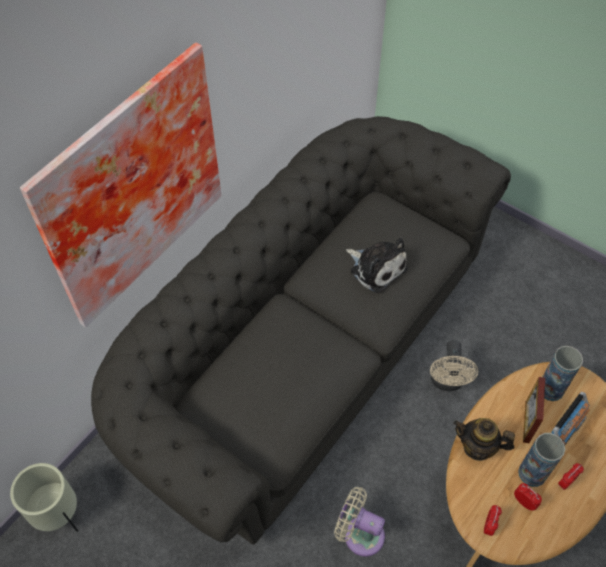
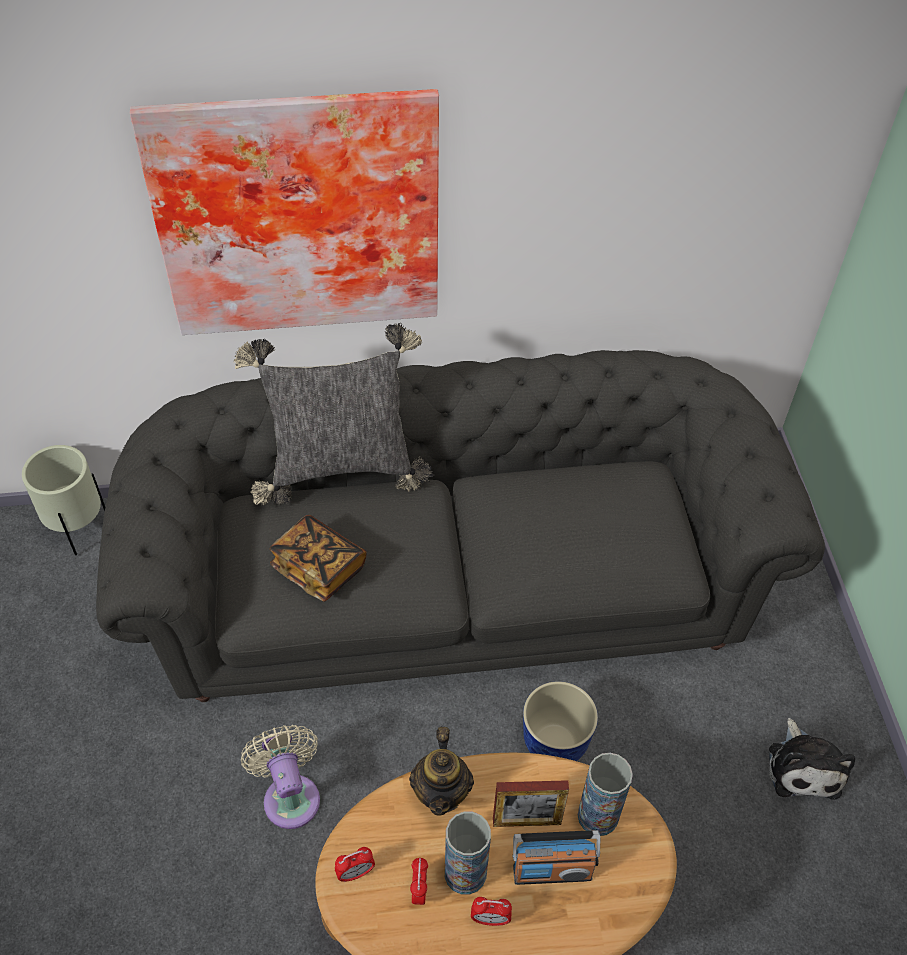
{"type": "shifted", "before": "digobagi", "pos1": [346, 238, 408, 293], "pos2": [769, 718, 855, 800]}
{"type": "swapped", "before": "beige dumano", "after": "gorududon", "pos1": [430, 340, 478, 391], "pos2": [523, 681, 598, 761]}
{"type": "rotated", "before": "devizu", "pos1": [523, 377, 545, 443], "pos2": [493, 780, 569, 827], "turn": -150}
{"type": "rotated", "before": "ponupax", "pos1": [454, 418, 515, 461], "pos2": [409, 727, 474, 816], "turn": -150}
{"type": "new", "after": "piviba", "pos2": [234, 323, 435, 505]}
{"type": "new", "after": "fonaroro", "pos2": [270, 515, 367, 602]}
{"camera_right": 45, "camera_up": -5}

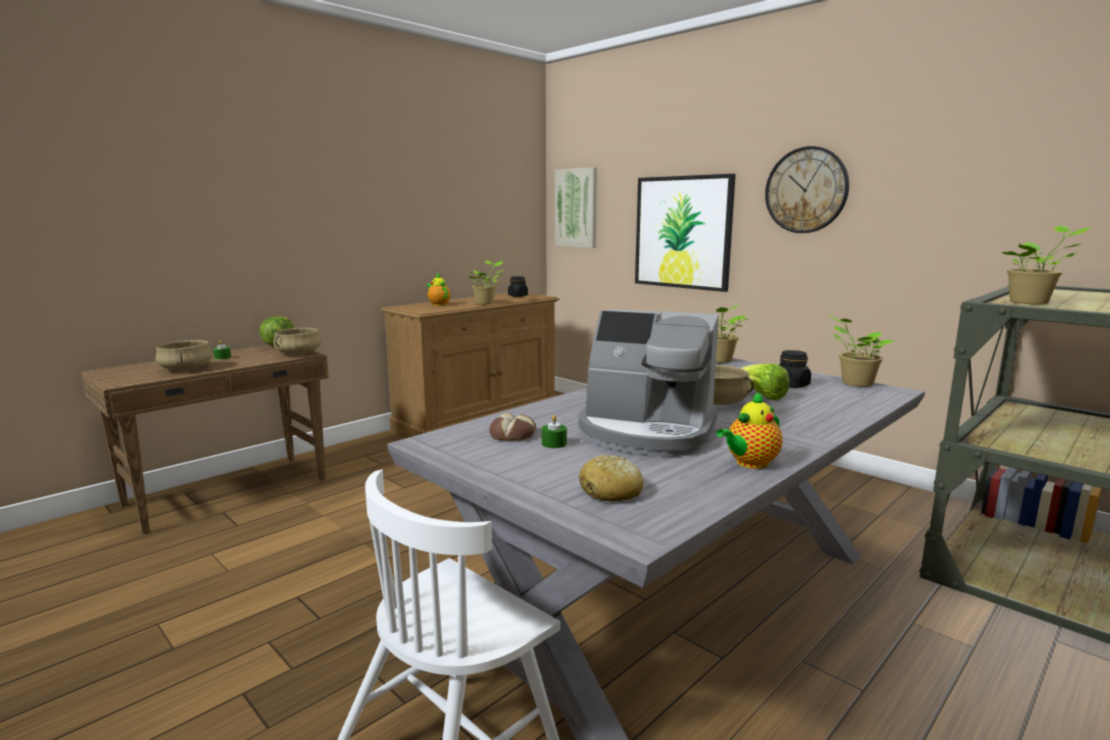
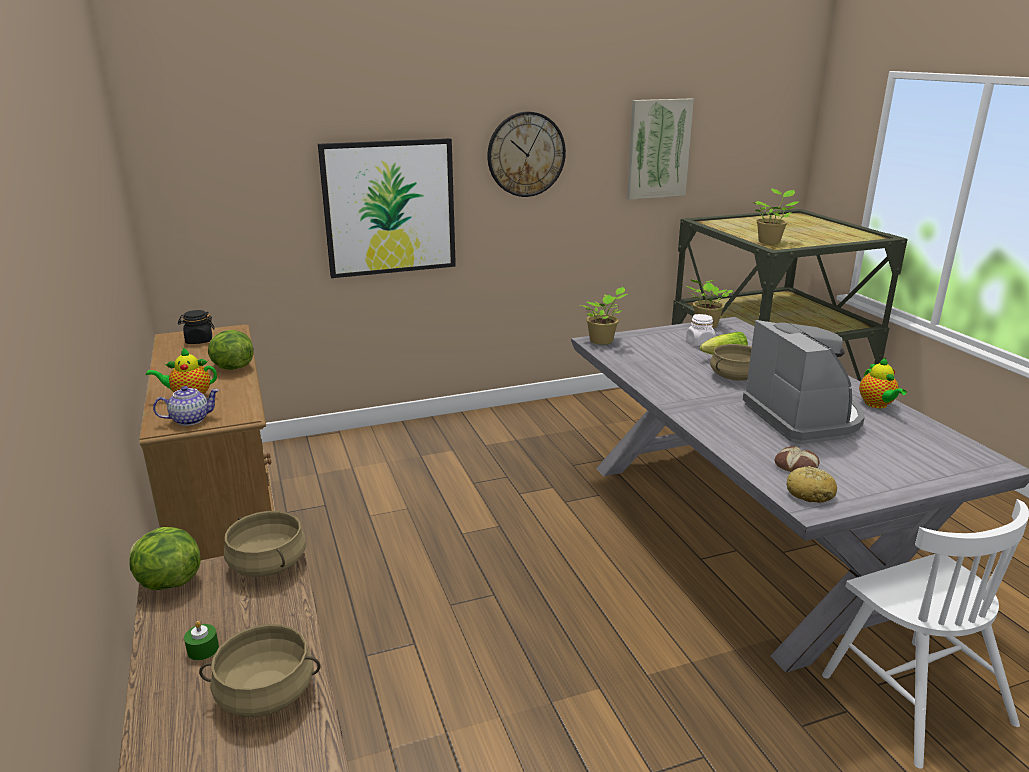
{"type": "shifted", "before": "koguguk", "pos1": [555, 167, 597, 248], "pos2": [627, 99, 694, 200]}
{"type": "swapped", "before": "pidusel", "after": "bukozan", "pos1": [469, 260, 504, 305], "pos2": [208, 330, 253, 370]}
{"type": "rotated", "before": "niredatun", "pos1": [579, 309, 719, 456], "pos2": [743, 320, 865, 444], "turn": -60}
{"type": "repainted", "before": "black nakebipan", "after": "white nakebipan", "pos1": [779, 350, 811, 388], "pos2": [686, 314, 716, 346]}
{"type": "gone", "before": "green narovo", "pos1": [542, 415, 567, 448]}
{"type": "shifted", "before": "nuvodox", "pos1": [579, 455, 643, 502], "pos2": [787, 466, 837, 503]}
{"type": "new", "after": "ponupax", "pos2": [153, 386, 219, 426]}
{"camera_right": -65, "camera_up": 10}

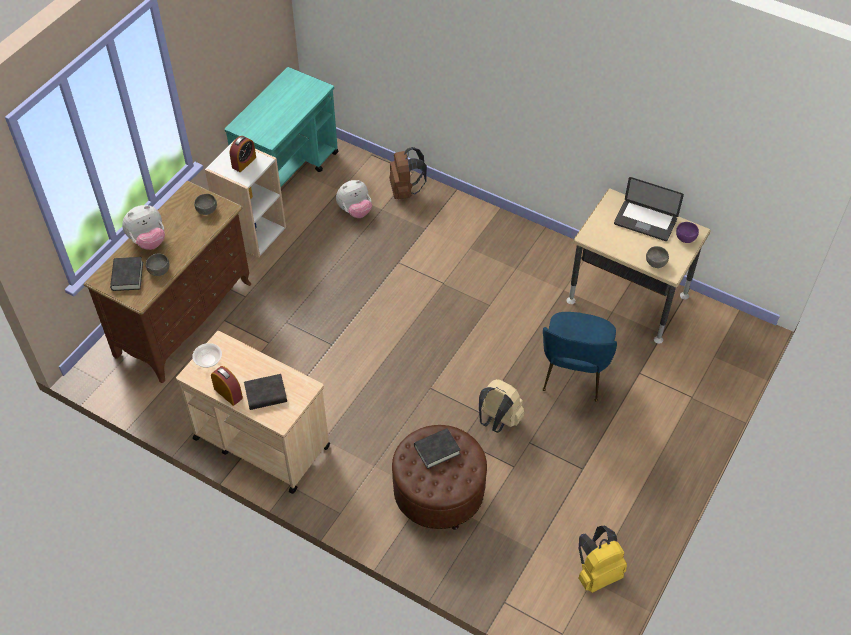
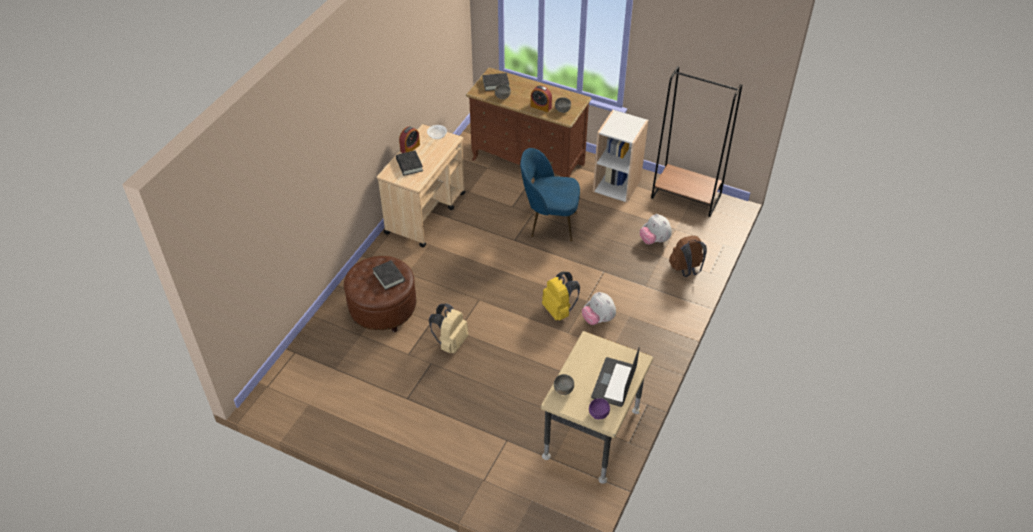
{"type": "swapped", "before": "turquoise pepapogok", "after": "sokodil", "pos1": [225, 67, 339, 187], "pos2": [651, 66, 742, 217]}
{"type": "shifted", "before": "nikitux", "pos1": [230, 136, 256, 172], "pos2": [531, 85, 552, 112]}
{"type": "shifted", "before": "digobagi", "pos1": [122, 205, 165, 250], "pos2": [582, 292, 616, 325]}
{"type": "shifted", "before": "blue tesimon", "pos1": [543, 312, 617, 401], "pos2": [520, 148, 580, 241]}
{"type": "shifted", "before": "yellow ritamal", "pos1": [578, 526, 627, 593], "pos2": [542, 272, 580, 321]}
{"camera_right": 85, "camera_up": -5}

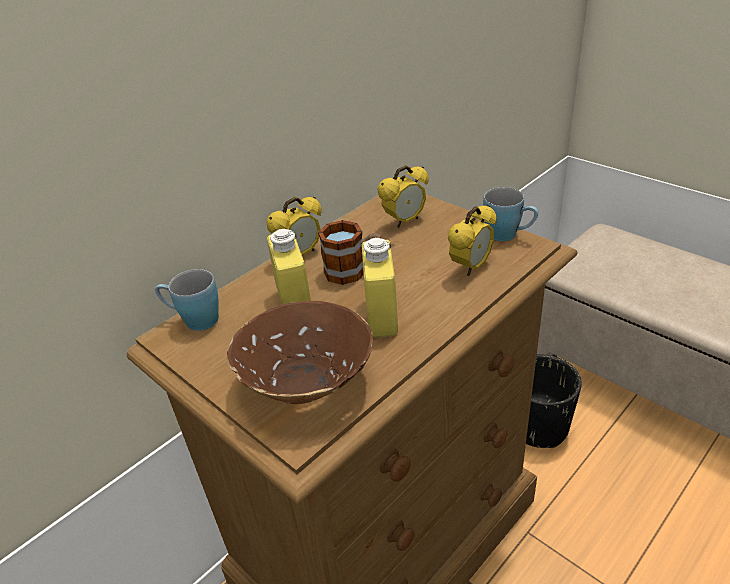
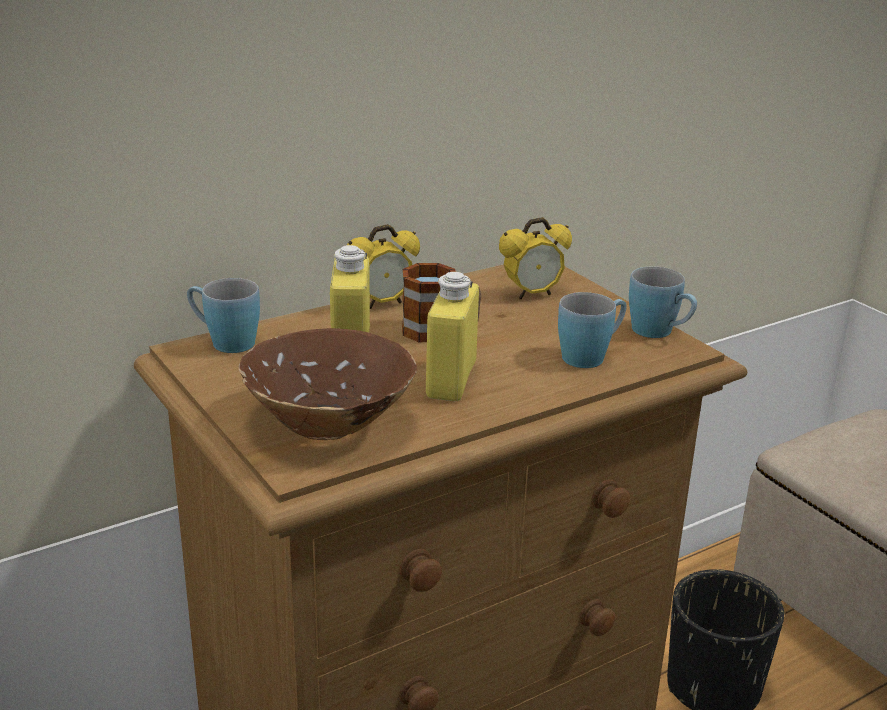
{"type": "swapped", "before": "nikitux", "after": "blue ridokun", "pos1": [448, 205, 497, 276], "pos2": [558, 292, 627, 368]}
{"camera_right": 10, "camera_up": -10}

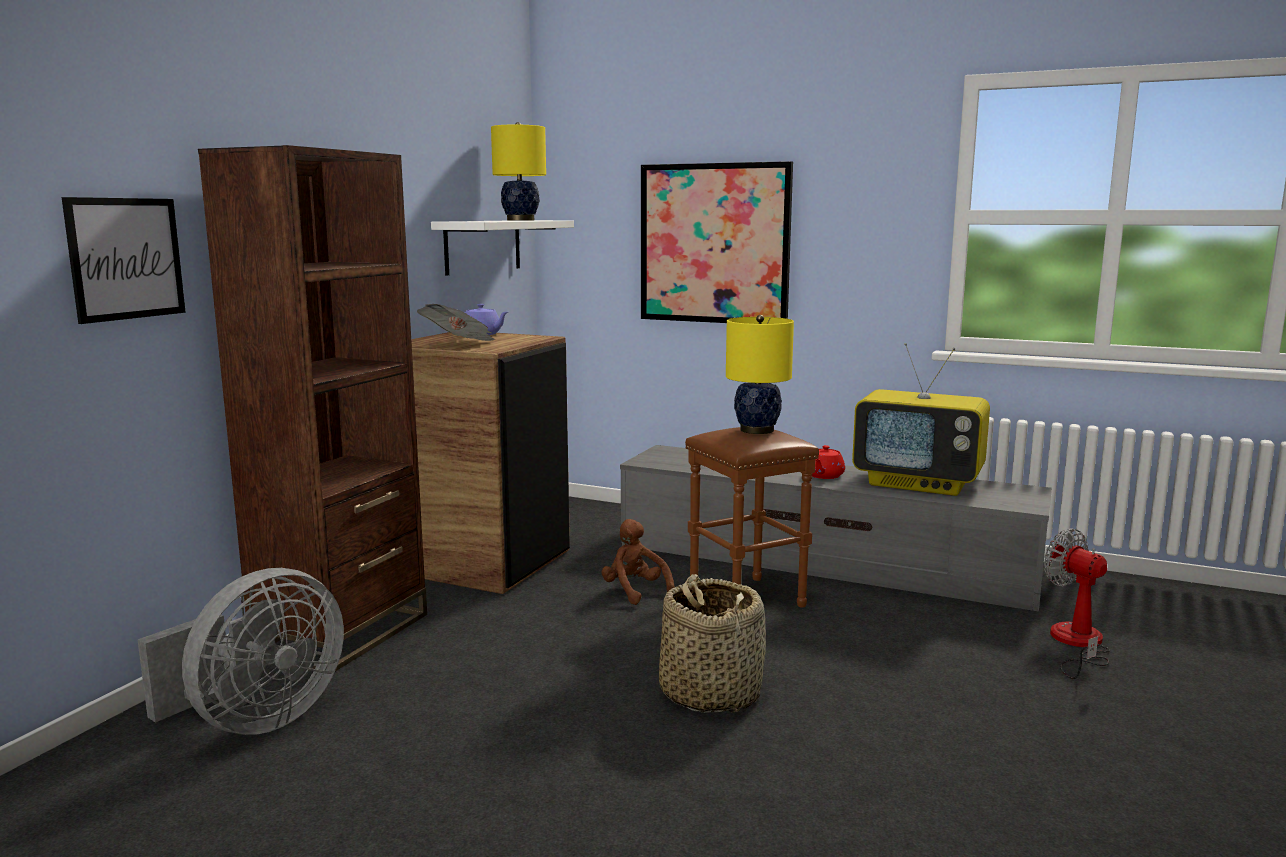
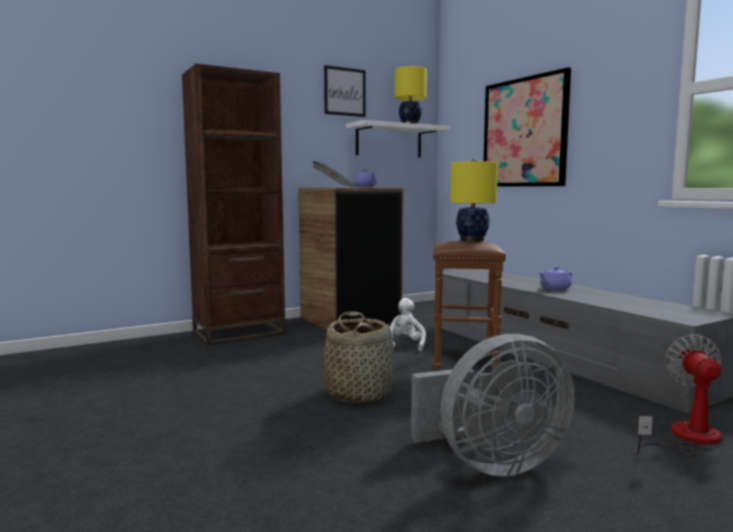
{"type": "shifted", "before": "koguguk", "pos1": [62, 197, 186, 324], "pos2": [324, 65, 366, 117]}
{"type": "gone", "before": "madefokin", "pos1": [852, 343, 990, 496]}
{"type": "repainted", "before": "red ponupax", "after": "purple ponupax", "pos1": [812, 445, 845, 479], "pos2": [539, 266, 572, 291]}
{"type": "repainted", "before": "brown digobagi", "after": "white digobagi", "pos1": [601, 519, 675, 605], "pos2": [390, 298, 426, 352]}
{"type": "shifted", "before": "grey dumano", "pos1": [138, 568, 344, 735], "pos2": [411, 334, 574, 477]}
{"camera_right": 35, "camera_up": -5}

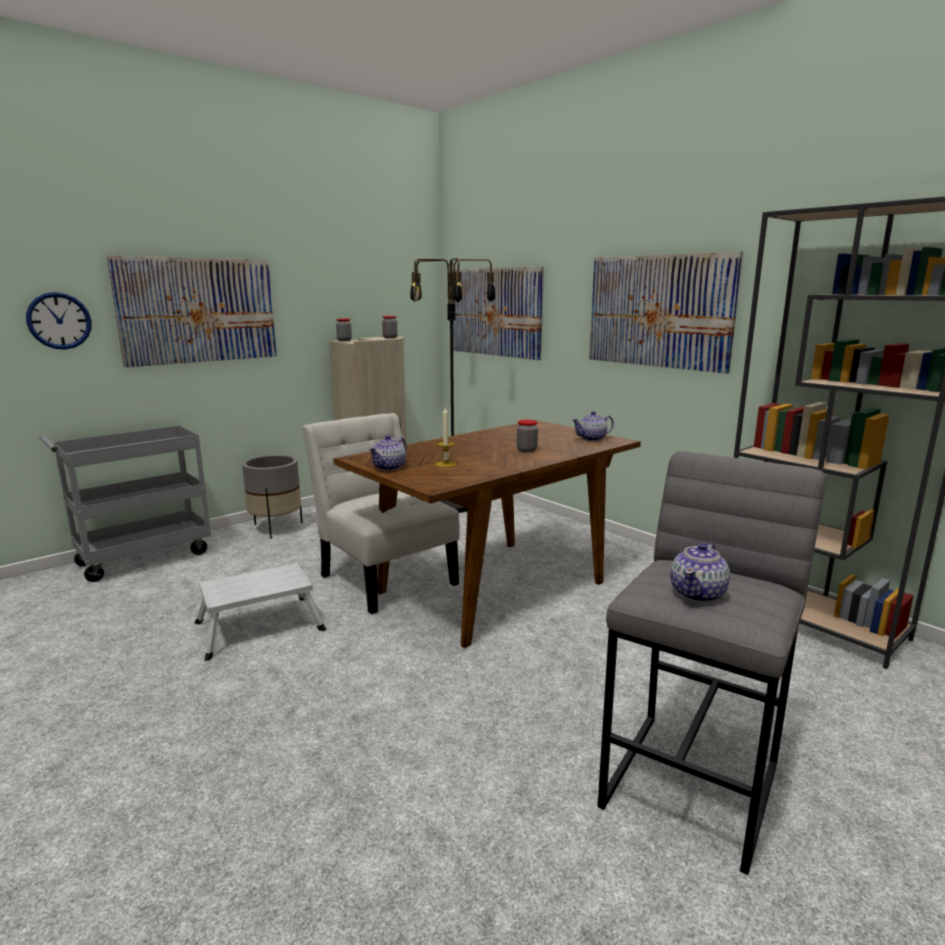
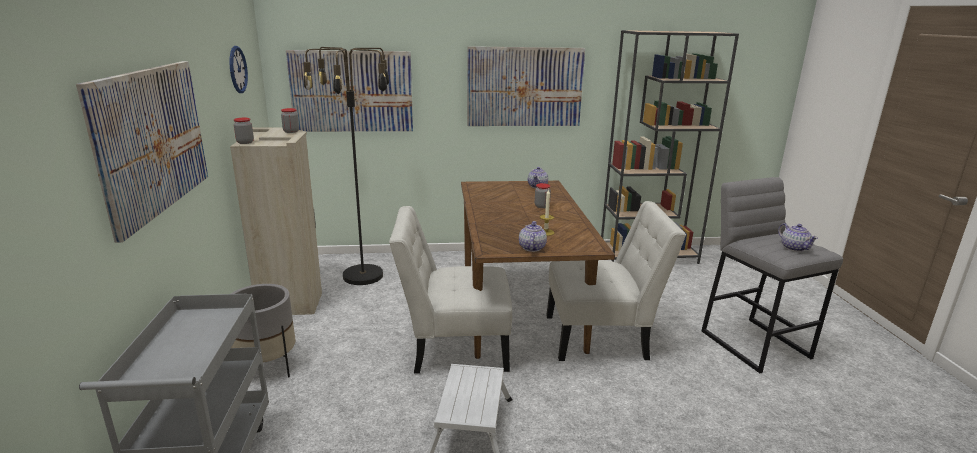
{"type": "shifted", "before": "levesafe", "pos1": [26, 292, 92, 350], "pos2": [230, 46, 248, 93]}
{"type": "rotated", "before": "ponupax", "pos1": [369, 435, 407, 471], "pos2": [519, 221, 547, 252], "turn": -150}
{"type": "new", "after": "white tesimon", "pos2": [546, 201, 686, 361]}
{"camera_right": -55, "camera_up": 5}

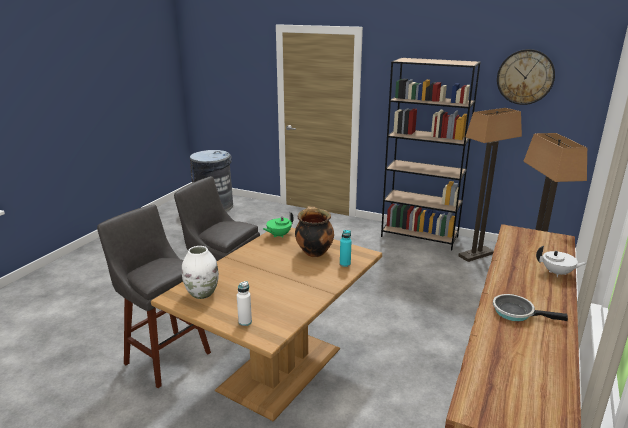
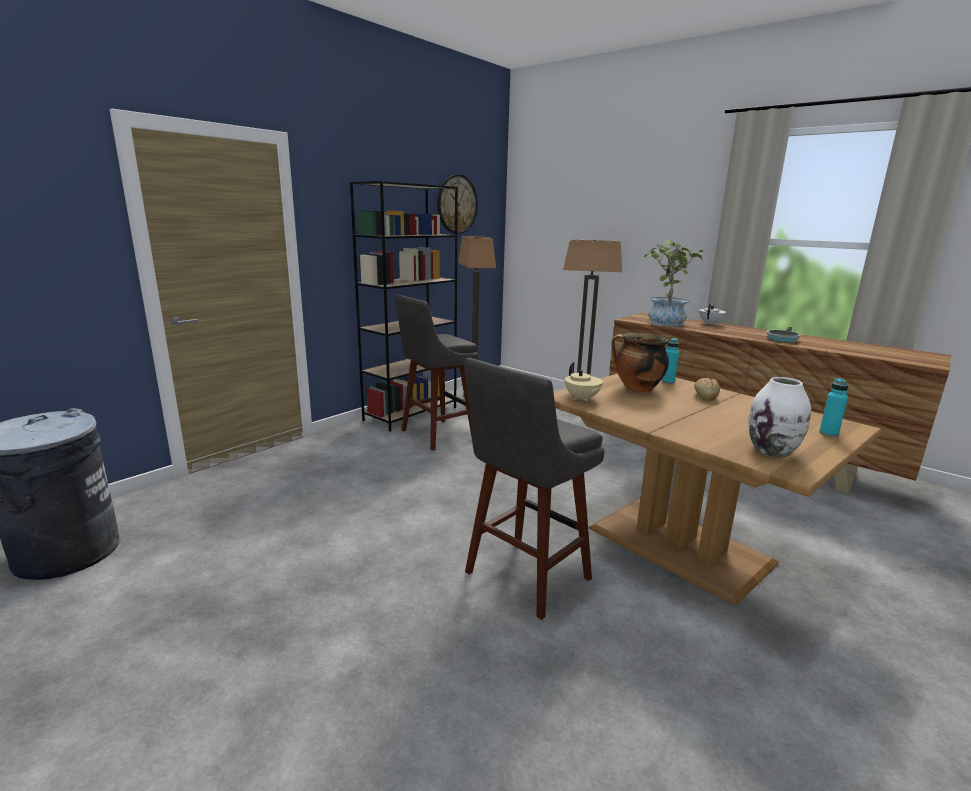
{"type": "shifted", "before": "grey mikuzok", "pos1": [97, 205, 211, 388], "pos2": [394, 294, 478, 451]}
{"type": "repainted", "before": "green ponupax", "after": "beige ponupax", "pos1": [263, 212, 294, 237], "pos2": [565, 362, 603, 402]}
{"type": "repainted", "before": "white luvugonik", "after": "turquoise luvugonik", "pos1": [237, 281, 252, 326], "pos2": [819, 378, 848, 437]}
{"type": "new", "after": "pidusel", "pos2": [644, 240, 703, 326]}
{"type": "new", "after": "nuvodox", "pos2": [694, 378, 720, 401]}
{"camera_right": -75, "camera_up": -5}

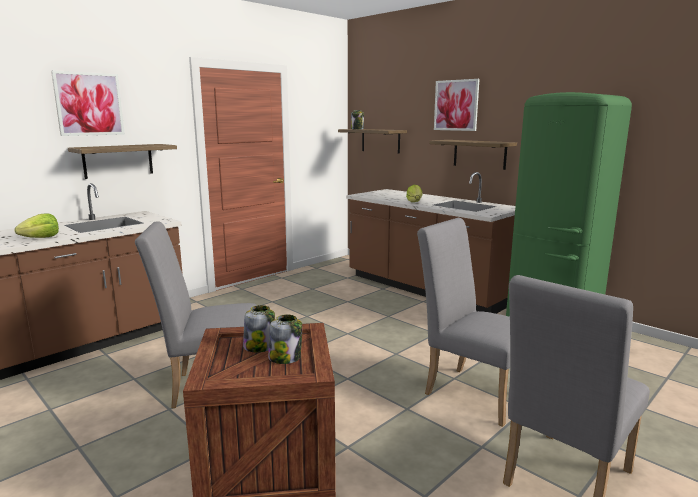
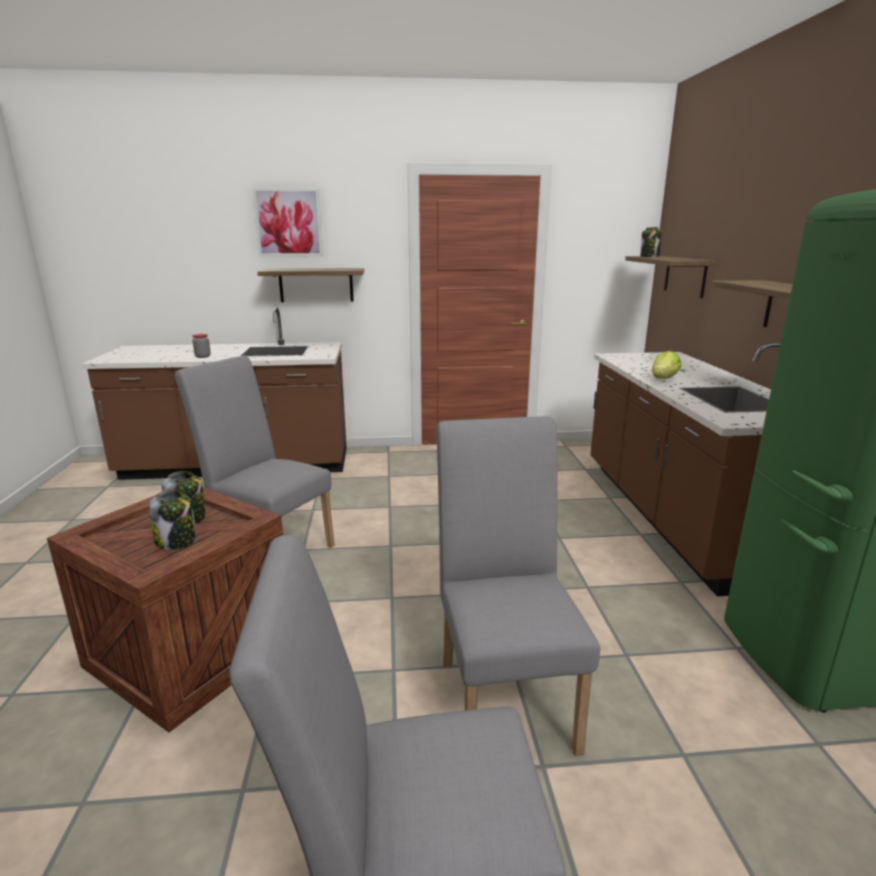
{"type": "gone", "before": "koguguk", "pos1": [434, 79, 480, 131]}
{"type": "swapped", "before": "bukozan", "after": "nakebipan", "pos1": [14, 213, 59, 238], "pos2": [192, 334, 211, 358]}
{"camera_right": 40, "camera_up": 5}

